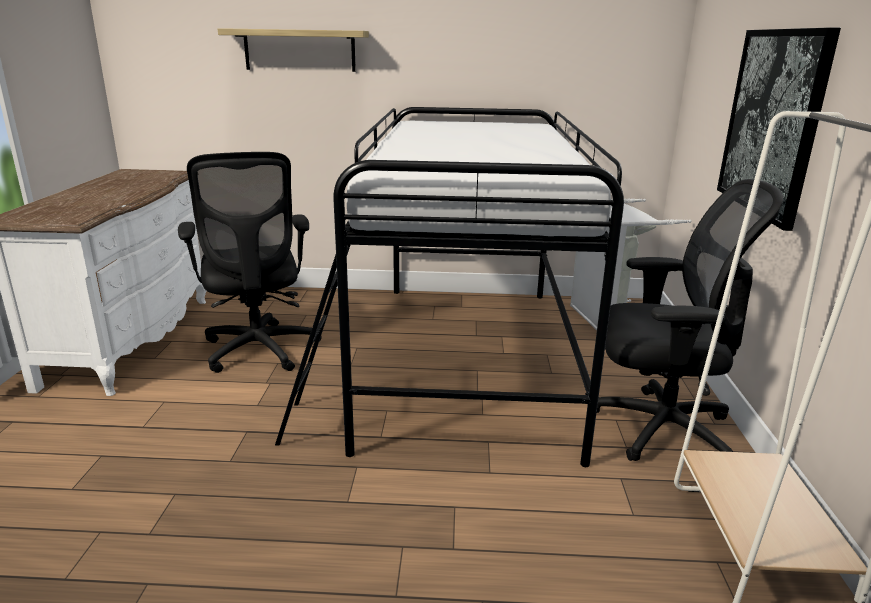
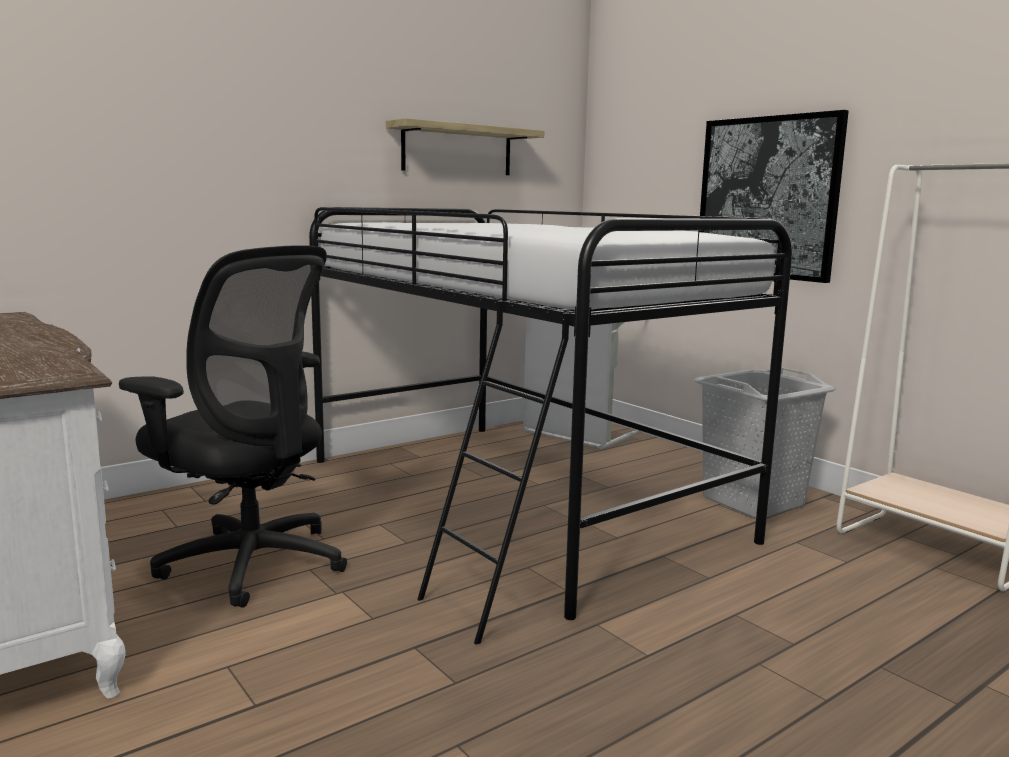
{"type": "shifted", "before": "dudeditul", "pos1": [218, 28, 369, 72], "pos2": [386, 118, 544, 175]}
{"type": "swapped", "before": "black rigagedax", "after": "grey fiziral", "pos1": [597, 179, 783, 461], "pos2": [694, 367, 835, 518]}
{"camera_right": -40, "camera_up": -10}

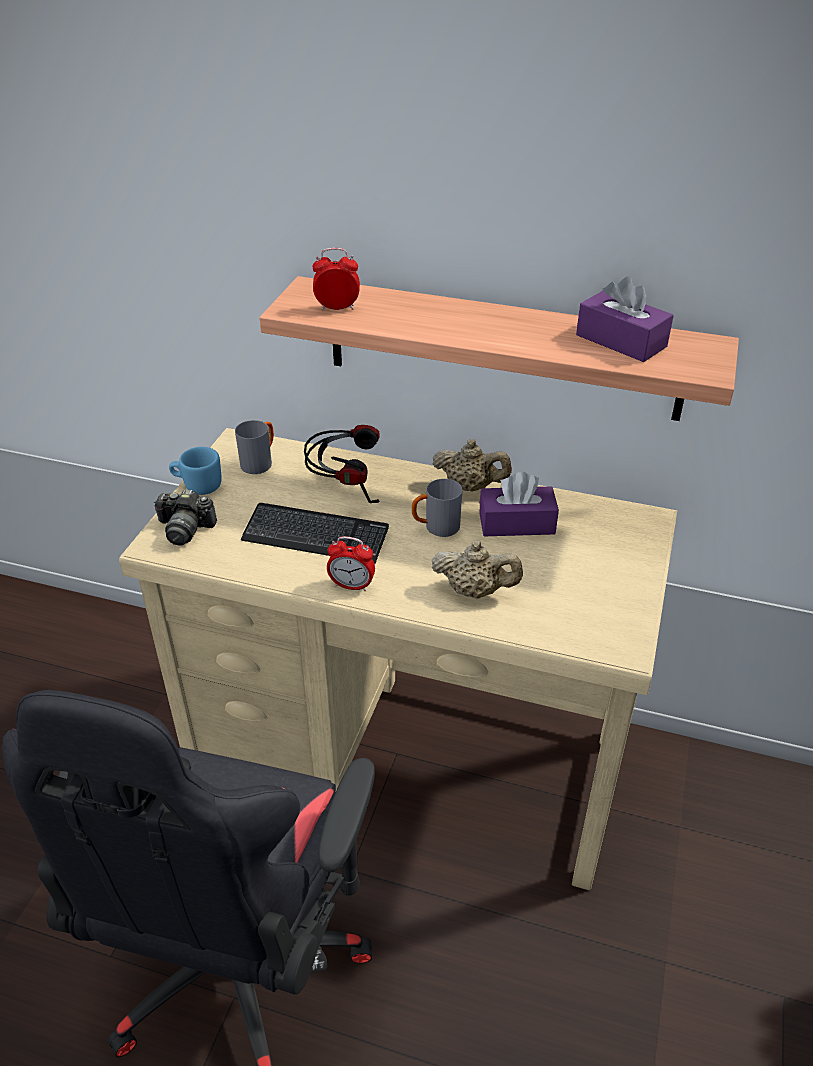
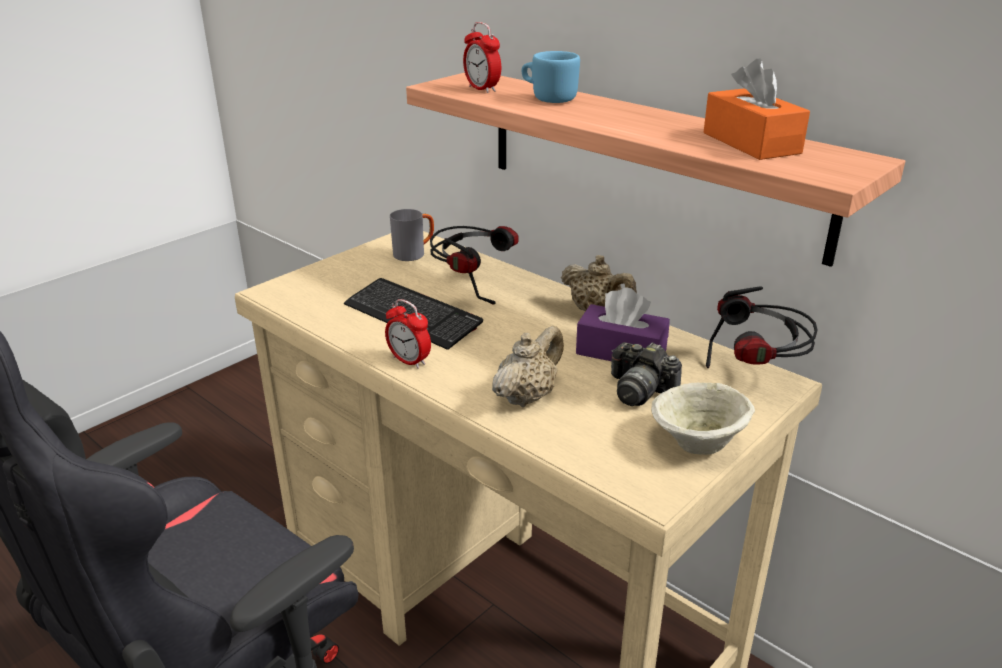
{"type": "rotated", "before": "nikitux", "pos1": [313, 248, 360, 310], "pos2": [463, 22, 501, 93], "turn": -150}
{"type": "repainted", "before": "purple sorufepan", "after": "orange sorufepan", "pos1": [576, 277, 674, 362], "pos2": [704, 59, 810, 160]}
{"type": "shifted", "before": "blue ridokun", "pos1": [169, 447, 222, 495], "pos2": [522, 51, 580, 103]}
{"type": "gone", "before": "grey ridokun", "pos1": [412, 479, 462, 537]}
{"type": "shifted", "before": "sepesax", "pos1": [154, 489, 217, 545], "pos2": [611, 342, 682, 406]}
{"type": "rotated", "before": "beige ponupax", "pos1": [432, 540, 523, 599], "pos2": [492, 326, 564, 407], "turn": -90}
{"type": "new", "after": "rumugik", "pos2": [706, 286, 818, 368]}
{"type": "new", "after": "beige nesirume", "pos2": [651, 382, 755, 455]}
{"camera_right": 25, "camera_up": -10}

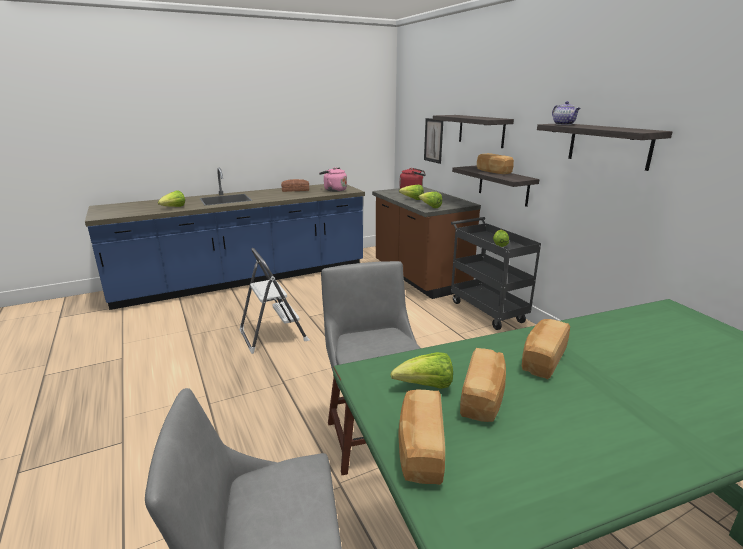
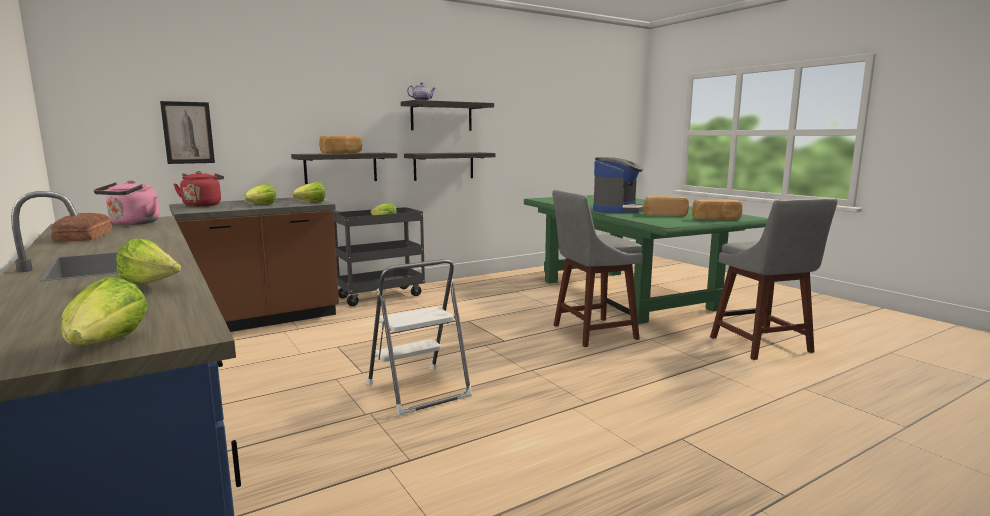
{"type": "shifted", "before": "dudeditul", "pos1": [433, 115, 514, 148], "pos2": [404, 152, 495, 181]}
{"type": "swapped", "before": "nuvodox", "after": "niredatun", "pos1": [522, 319, 570, 380], "pos2": [593, 157, 644, 213]}
{"type": "shifted", "before": "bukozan", "pos1": [390, 352, 453, 389], "pos2": [61, 277, 148, 346]}
{"camera_right": -95, "camera_up": -10}

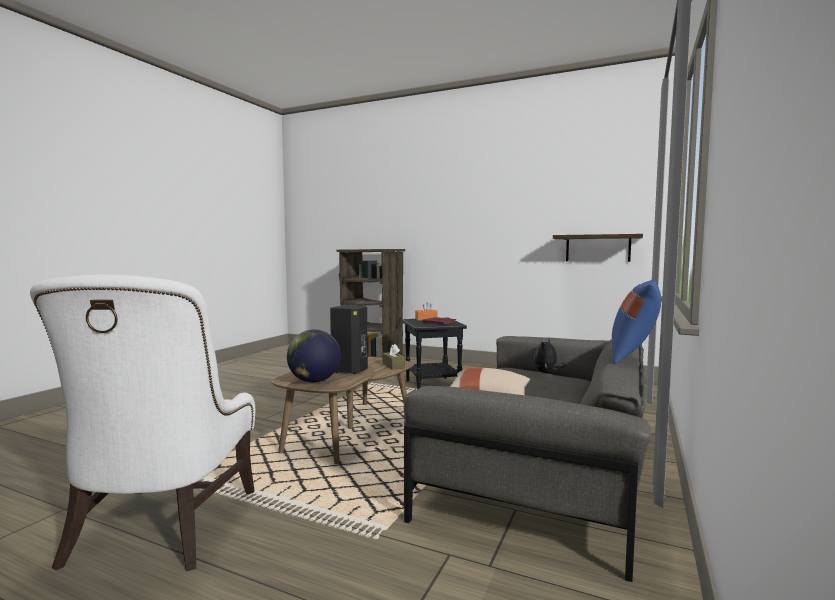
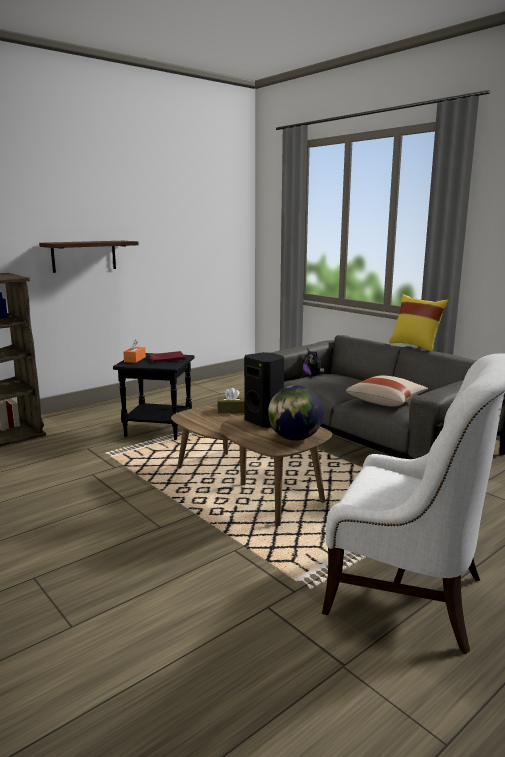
{"type": "shifted", "before": "dudeditul", "pos1": [553, 234, 643, 262], "pos2": [39, 241, 139, 273]}
{"type": "repainted", "before": "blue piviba", "after": "yellow piviba", "pos1": [612, 280, 661, 364], "pos2": [389, 294, 449, 352]}
{"camera_right": -65, "camera_up": 10}

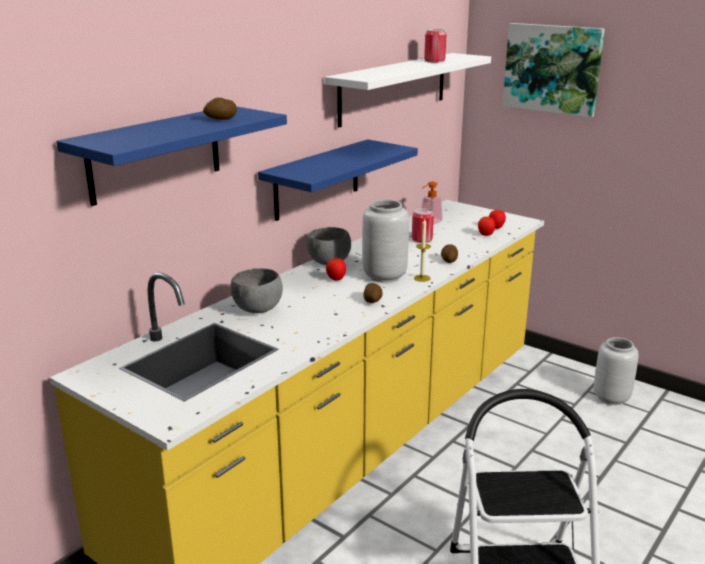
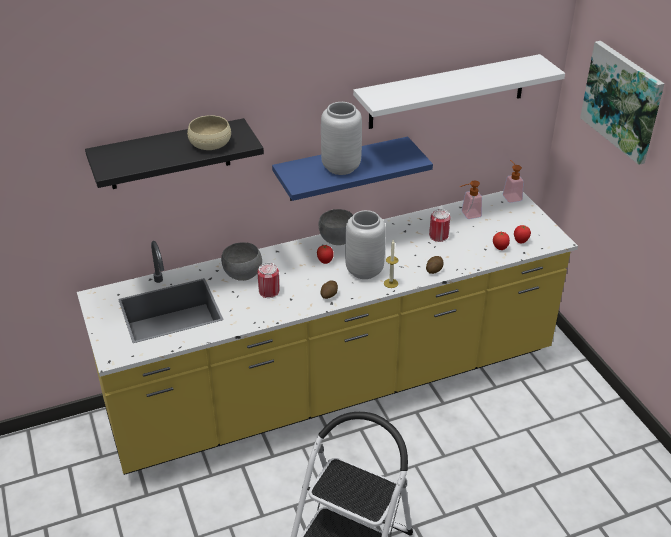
{"type": "shifted", "before": "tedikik", "pos1": [424, 29, 446, 63], "pos2": [257, 263, 280, 298]}
{"type": "swapped", "before": "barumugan", "after": "beige nesirume", "pos1": [203, 98, 237, 120], "pos2": [187, 115, 231, 150]}
{"type": "repainted", "before": "blue dudeditul", "after": "black dudeditul", "pos1": [56, 107, 287, 206], "pos2": [85, 118, 264, 189]}
{"type": "shifted", "before": "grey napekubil", "pos1": [594, 337, 639, 405], "pos2": [321, 102, 362, 175]}
{"type": "new", "after": "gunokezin", "pos2": [503, 160, 524, 203]}
{"camera_right": 30, "camera_up": 15}

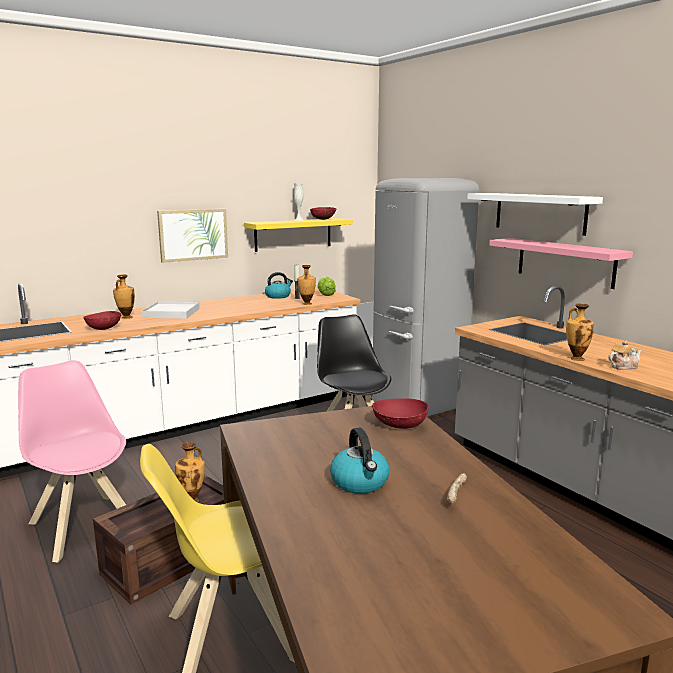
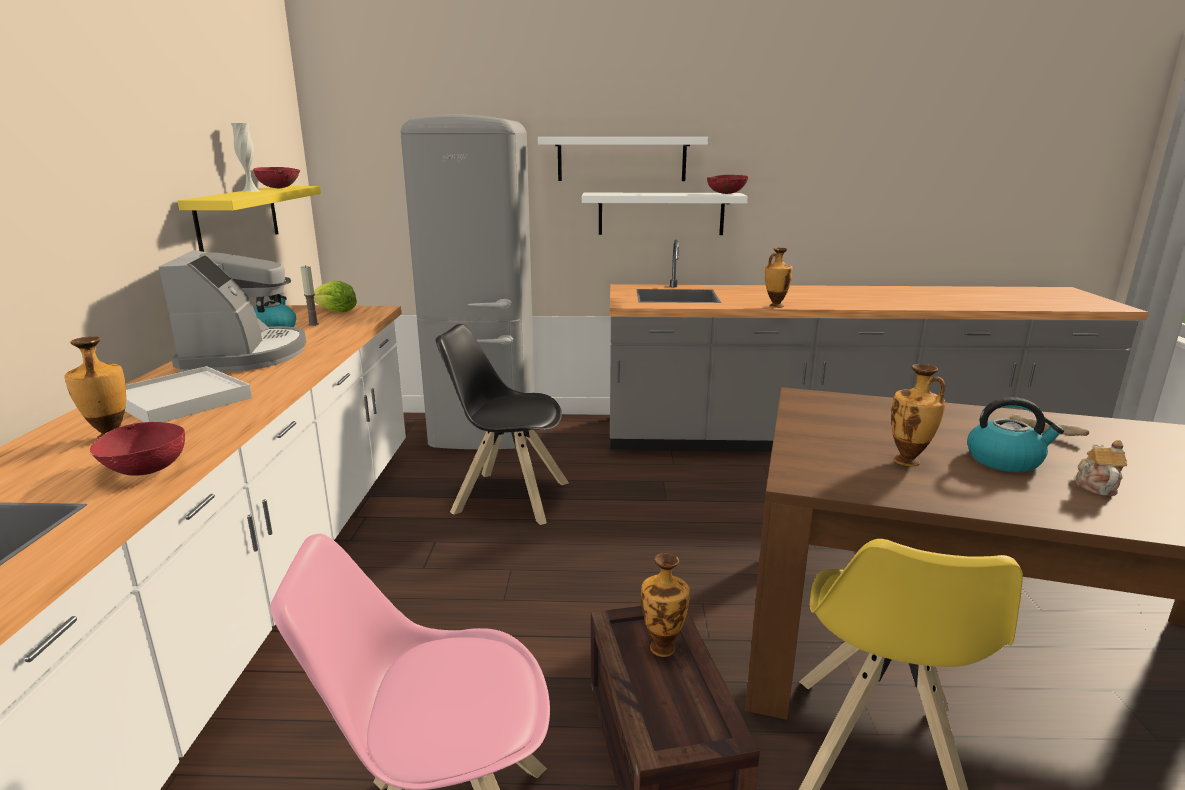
{"type": "gone", "before": "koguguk", "pos1": [157, 209, 228, 263]}
{"type": "repainted", "before": "pink dudeditul", "after": "white dudeditul", "pos1": [489, 238, 633, 289], "pos2": [582, 193, 748, 235]}
{"type": "shifted", "before": "napekubil", "pos1": [298, 265, 316, 305], "pos2": [891, 364, 946, 466]}
{"type": "shifted", "before": "ponupax", "pos1": [608, 340, 642, 370], "pos2": [1076, 440, 1127, 496]}
{"type": "shifted", "before": "red nesirume", "pos1": [372, 398, 429, 429], "pos2": [707, 175, 749, 194]}
{"type": "new", "after": "niredatun", "pos2": [159, 250, 306, 372]}
{"camera_right": -55, "camera_up": 5}

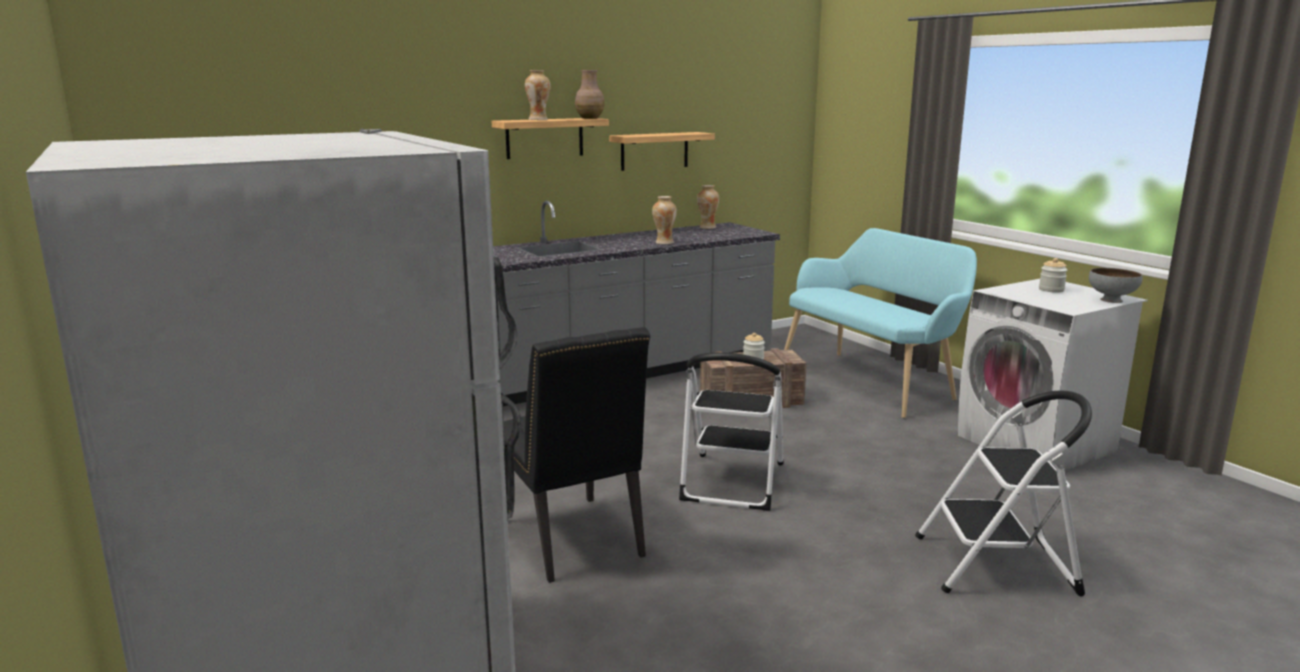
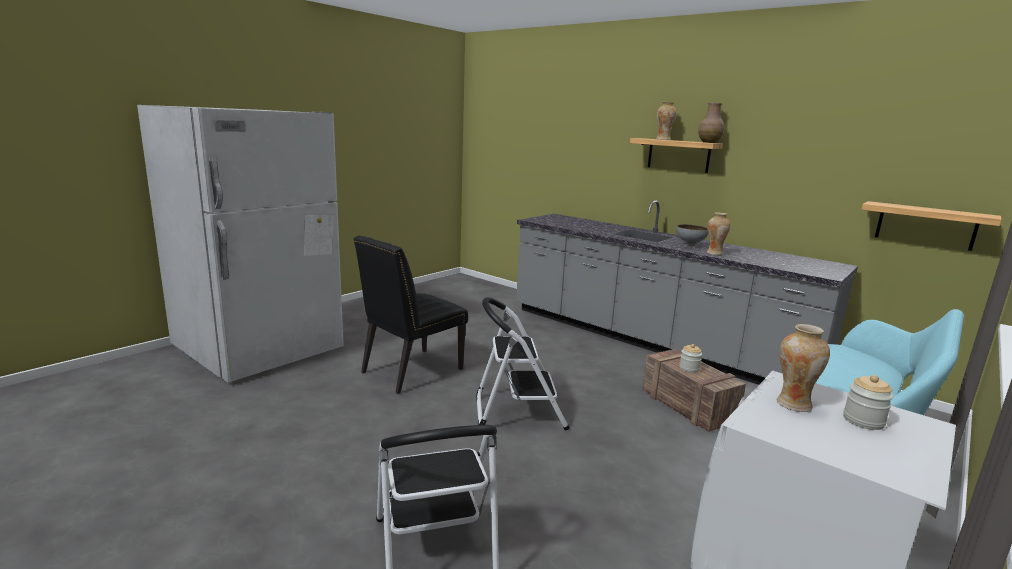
{"type": "shifted", "before": "dudeditul", "pos1": [609, 132, 715, 171], "pos2": [861, 201, 1002, 251]}
{"type": "shifted", "before": "napekubil", "pos1": [697, 185, 719, 229], "pos2": [777, 324, 830, 412]}
{"type": "shifted", "before": "grey nesirume", "pos1": [1089, 268, 1143, 303], "pos2": [676, 224, 708, 248]}
{"camera_right": 70, "camera_up": 0}

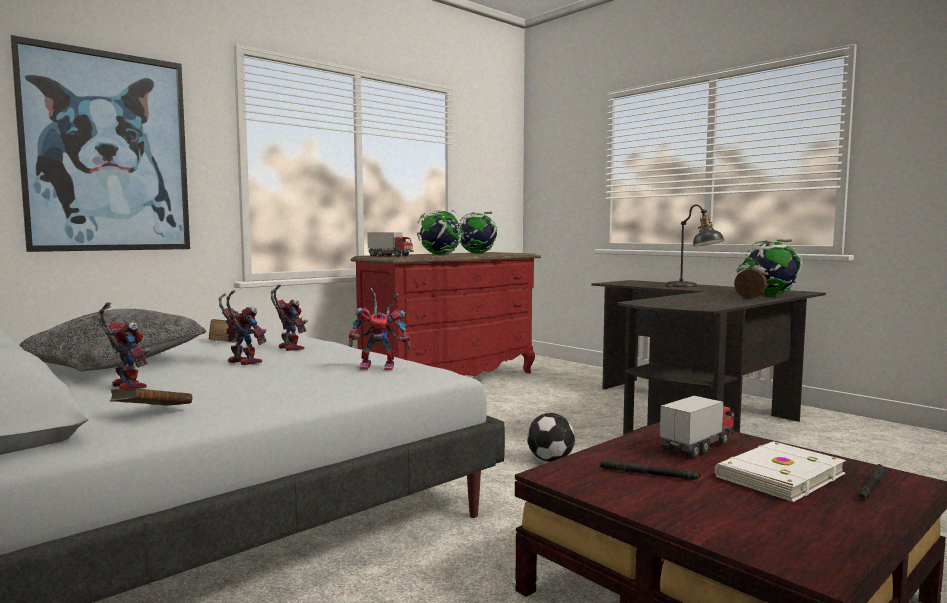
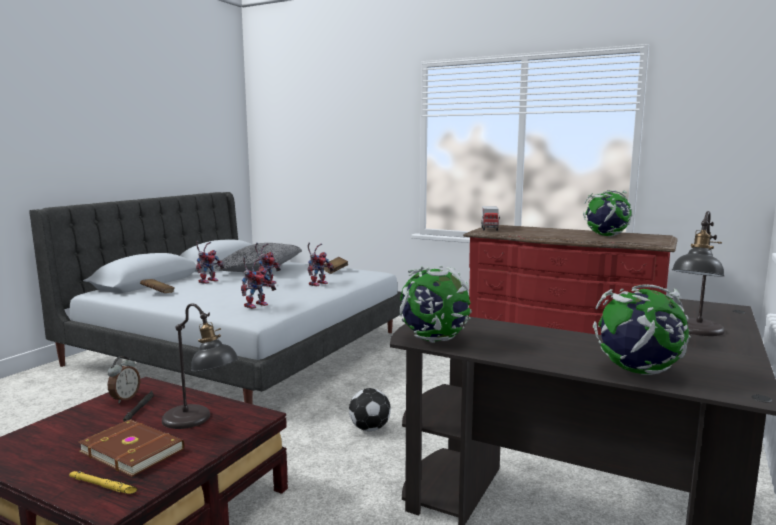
{"type": "gone", "before": "koguguk", "pos1": [10, 35, 190, 252]}
{"type": "shifted", "before": "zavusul", "pos1": [417, 210, 462, 255], "pos2": [399, 266, 472, 343]}
{"type": "shifted", "before": "nikitux", "pos1": [734, 260, 767, 299], "pos2": [107, 356, 140, 403]}
{"type": "rotated", "before": "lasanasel", "pos1": [348, 288, 411, 370], "pos2": [241, 256, 276, 309], "turn": -120}
{"type": "swapped", "before": "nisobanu", "after": "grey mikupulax", "pos1": [660, 396, 734, 458], "pos2": [162, 303, 238, 429]}
{"type": "repainted", "before": "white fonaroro", "after": "brown fonaroro", "pos1": [715, 441, 846, 502], "pos2": [78, 419, 185, 477]}
{"type": "repainted", "before": "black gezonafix", "after": "yellow gezonafix", "pos1": [858, 464, 885, 500], "pos2": [69, 471, 138, 494]}
{"camera_right": 70, "camera_up": 5}

